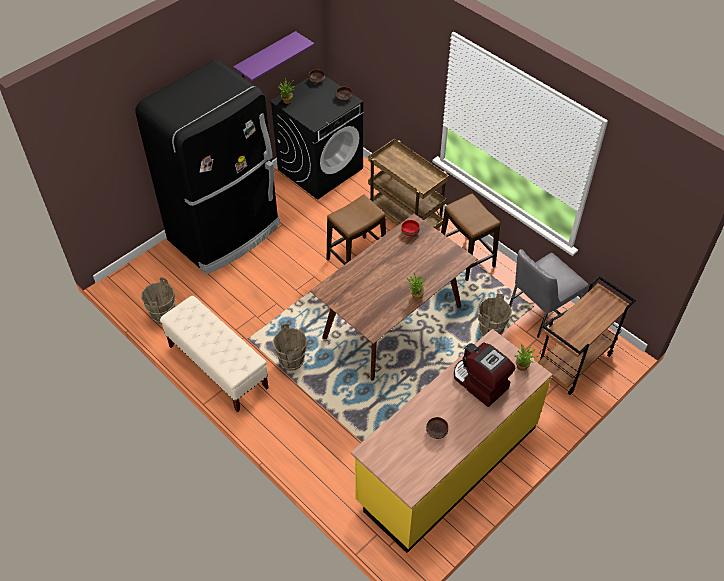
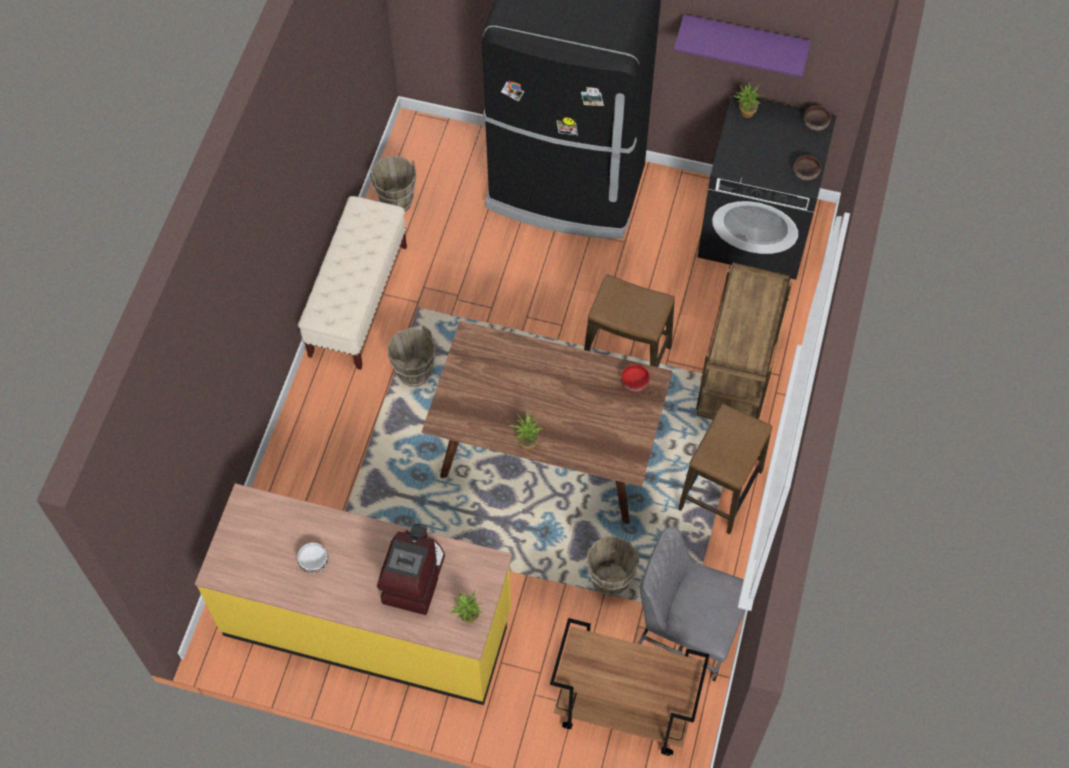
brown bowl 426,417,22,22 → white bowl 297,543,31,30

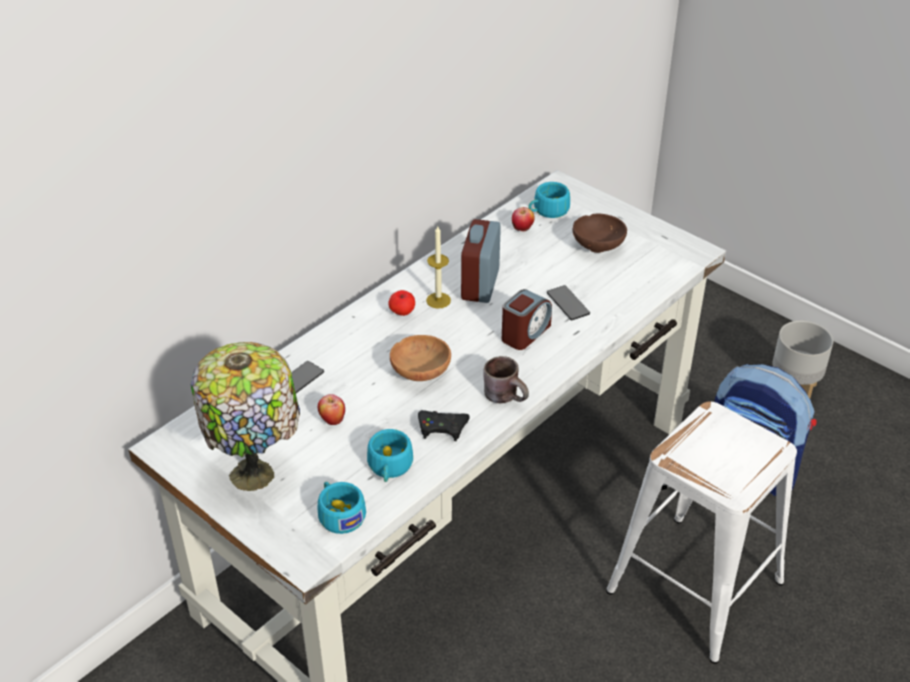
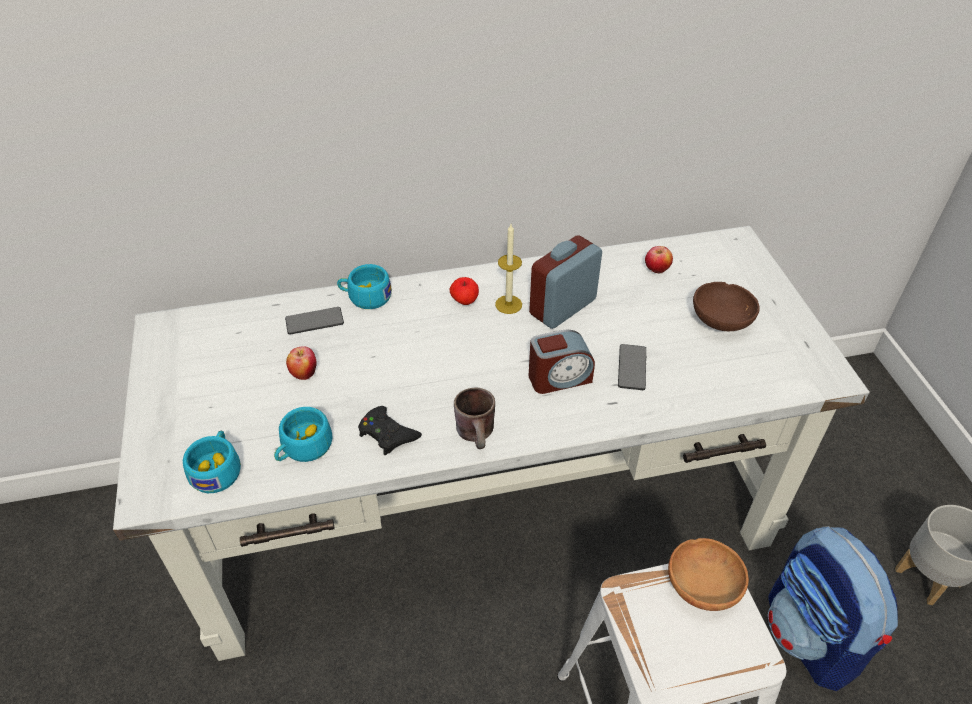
turquoise cup 528,182,42,36 → turquoise cup 337,264,55,45, shifted
brown bowl 390,335,61,46 → brown bowl 668,538,81,73, shifted
table lamp 191,342,109,149 → -

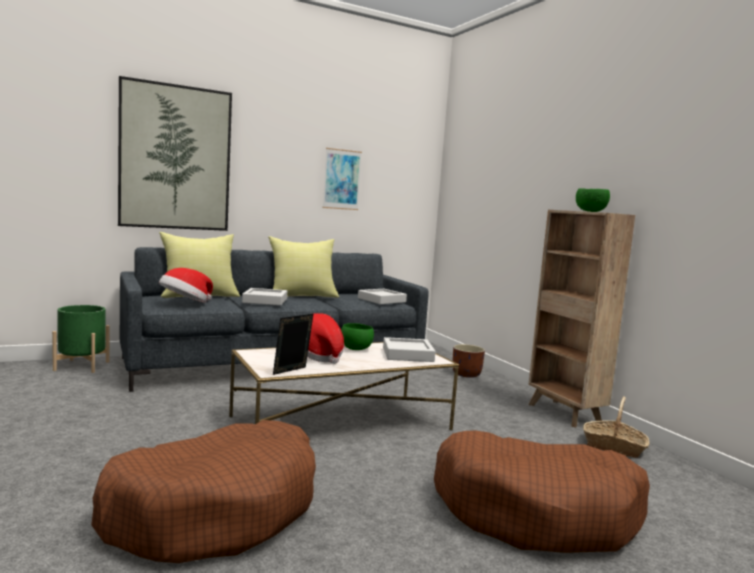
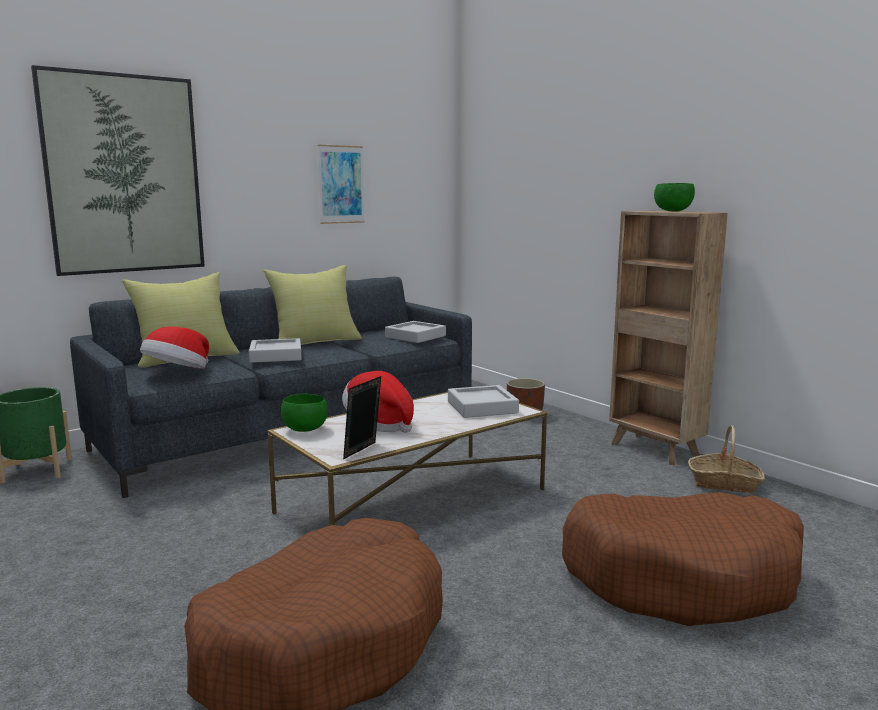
green bowl 341,323,33,27 → green bowl 281,394,47,38, shifted

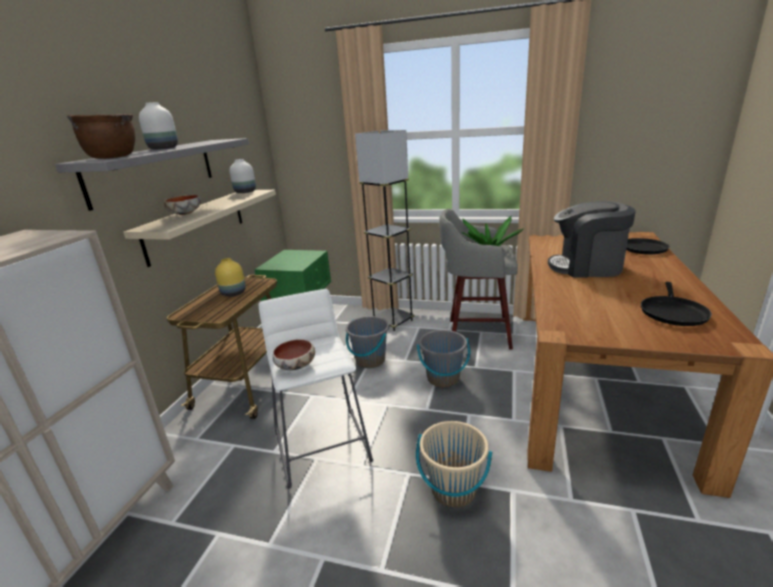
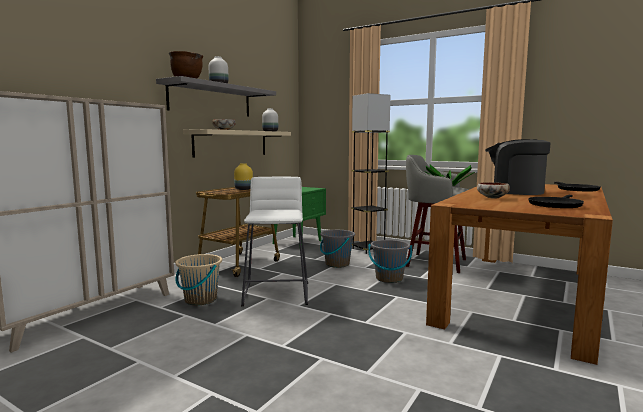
bowl 272,339,43,31 → bowl 477,182,33,17, shifted
beige bucket 416,421,76,87 → beige bucket 175,254,47,52, shifted

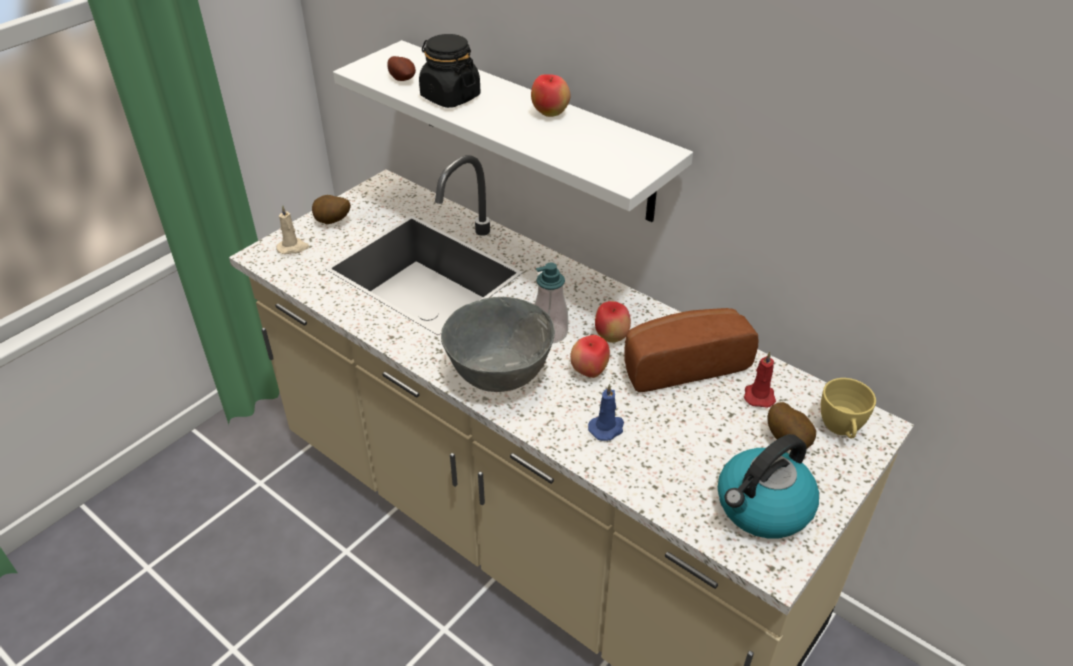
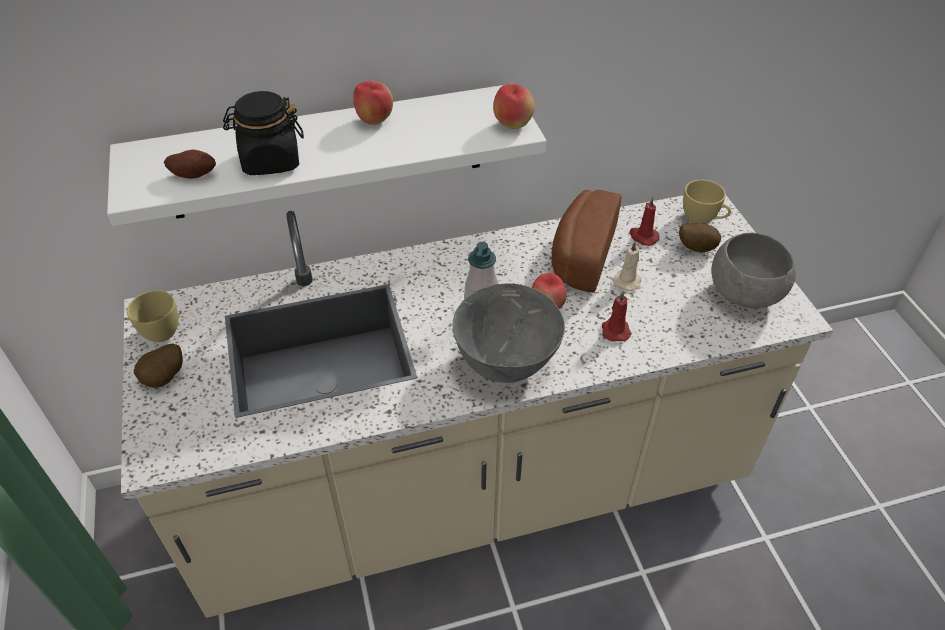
beige candle 276,205,33,49 → beige candle 612,241,30,50, shifted
apple 595,301,36,42 → apple 493,84,42,45, shifted
blue candle 588,384,36,57 → red candle 602,291,30,51
kettle 717,434,102,104 → grey bowl 711,233,85,75
- → yellow cup 127,290,51,52

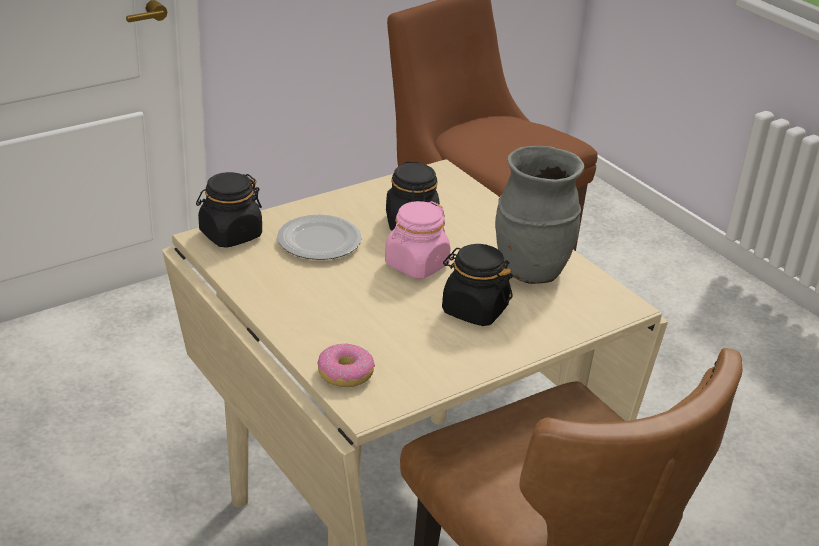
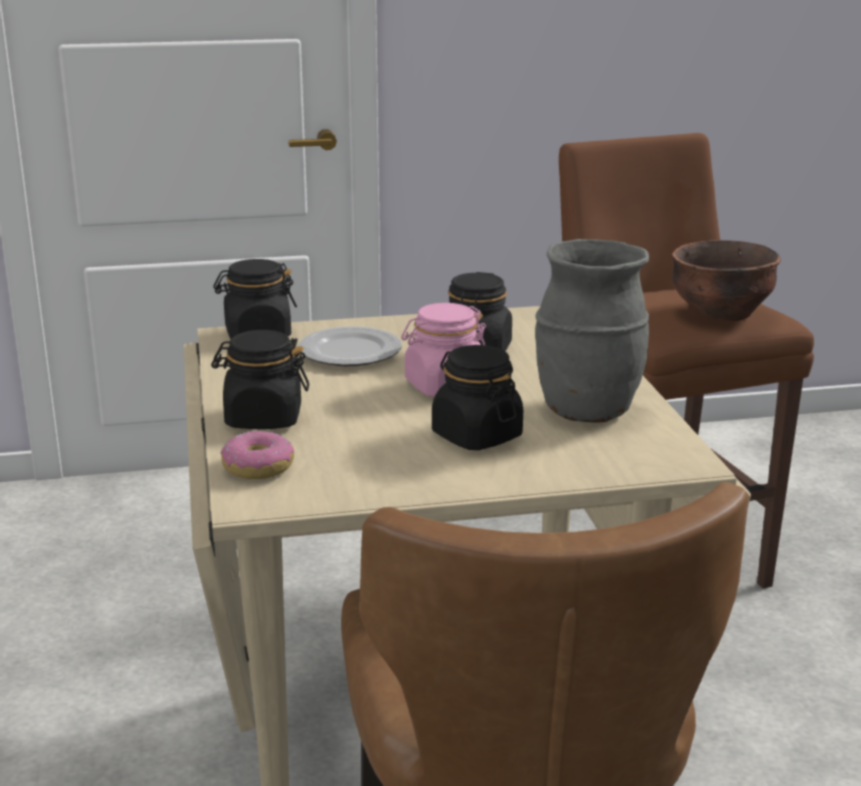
- → brown bowl 672,240,109,81
- → black jar 211,330,98,99

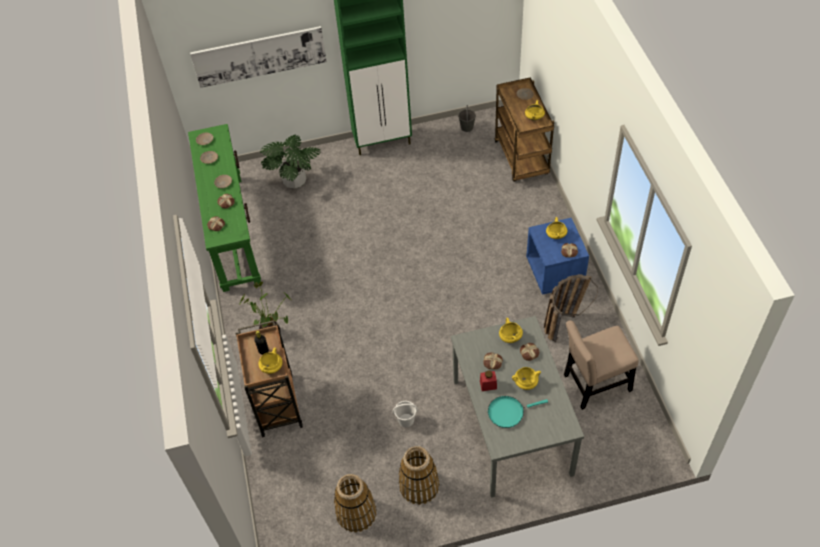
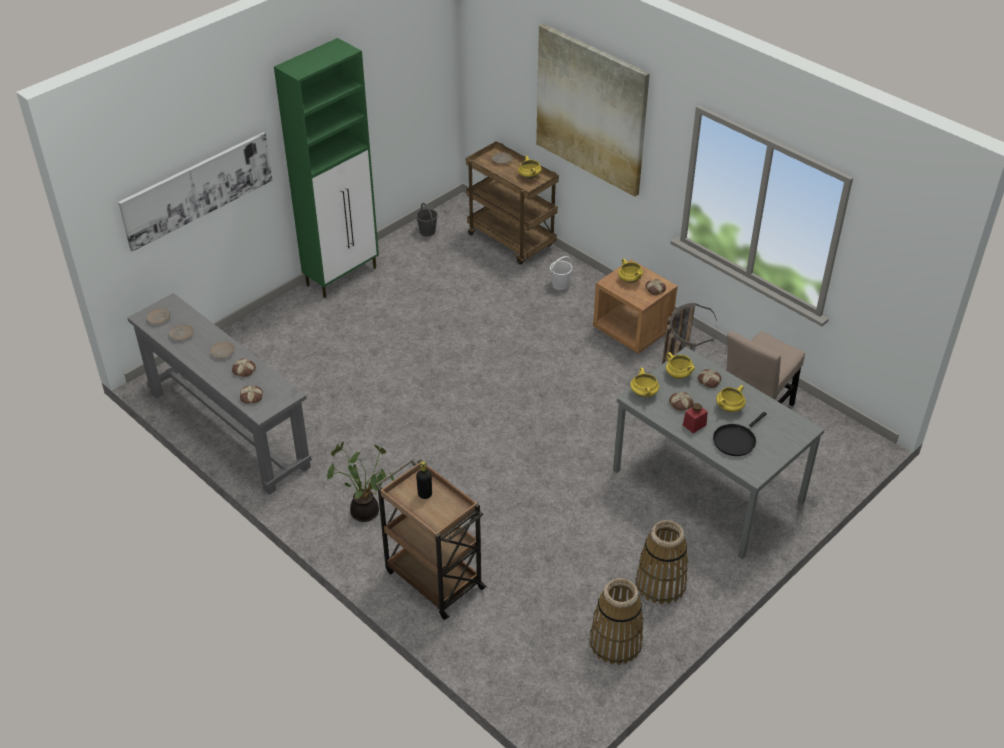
green console table 188,124,73,168 → grey console table 127,293,185,202
potted plant 260,135,61,53 → -
blue nightstand 526,218,63,77 → brown nightstand 593,260,85,94
yellow cooking pot 258,348,25,26 → yellow cooking pot 630,368,29,30, shifted
turquoise frying pan 488,396,60,32 → black frying pan 713,412,54,44
white bucket 392,401,26,27 → white bucket 550,256,23,34, shifted
- → picture 536,24,114,173

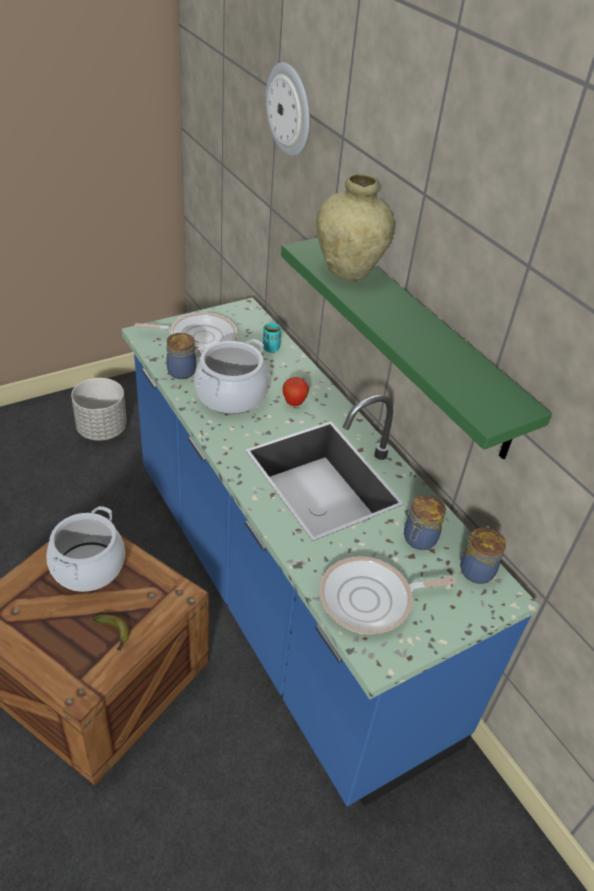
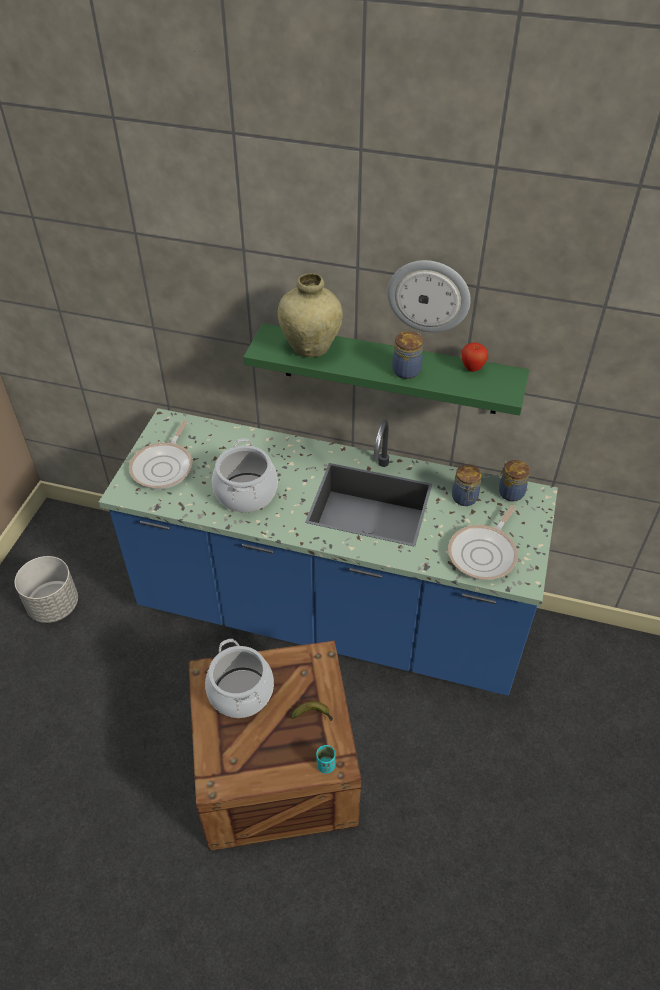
wall clock 265,62,45,95 → wall clock 387,260,84,72, shifted
frying pan 135,312,102,42 → frying pan 129,421,64,68, 150 degrees clockwise
turquoise cup 263,323,18,30 → turquoise cup 316,745,20,29, shifted
jar 166,333,33,46 → jar 392,331,31,48, shifted
apple 283,377,26,29 → apple 461,342,27,30, shifted

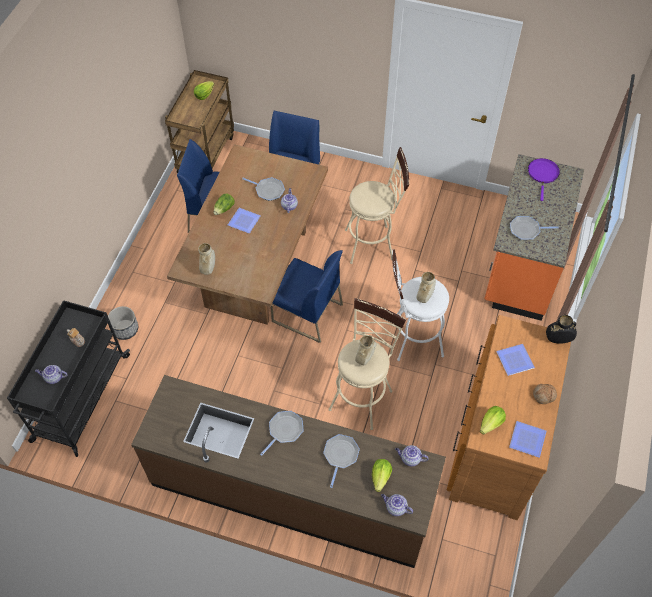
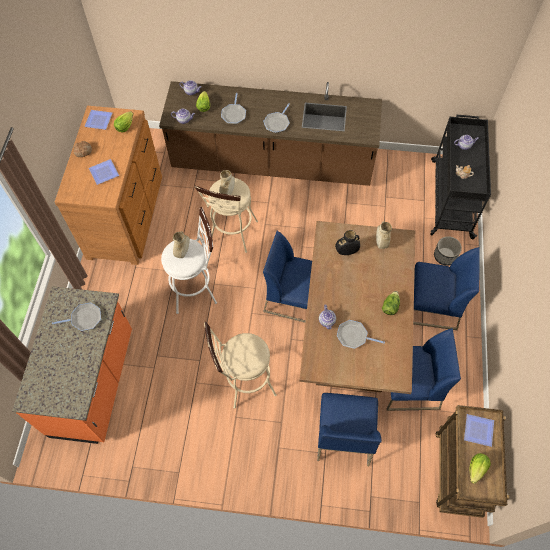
purple frying pan 528,158,32,43 → -
plate 228,208,33,25 → plate 464,414,30,33, shifted
black vase 546,315,31,29 → black vase 335,230,25,25, shifted
- → blue chair 413,247,67,83

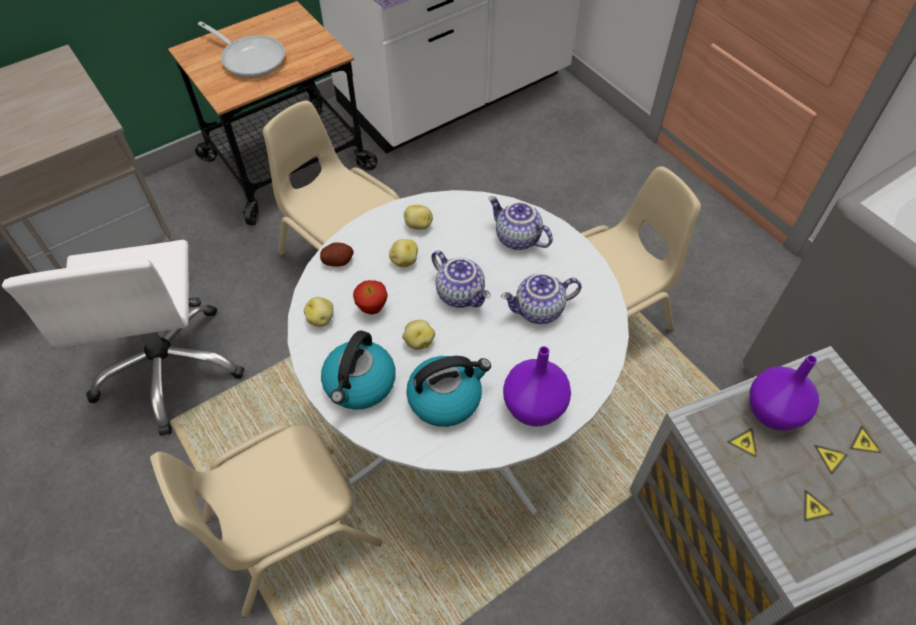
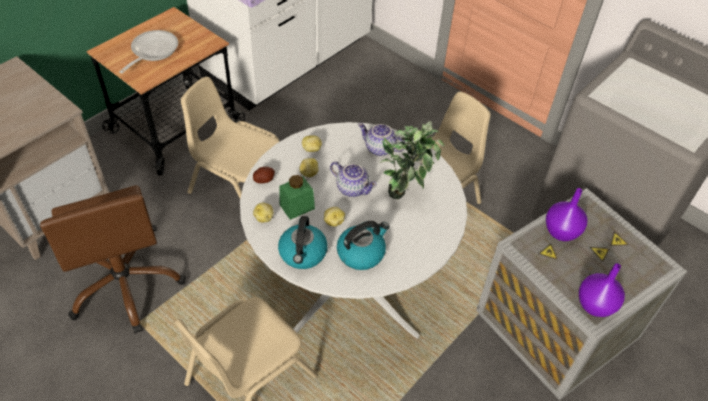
frying pan 198,22,87,56 → frying pan 119,30,59,43, 90 degrees counterclockwise
white office chair 2,240,242,196 → brown office chair 40,185,146,148
teapot 501,273,80,51 → potted plant 380,121,64,78
apple 353,280,35,34 → green jar 280,175,35,45
purple vase 503,346,68,80 → purple vase 579,263,46,54, shifted

